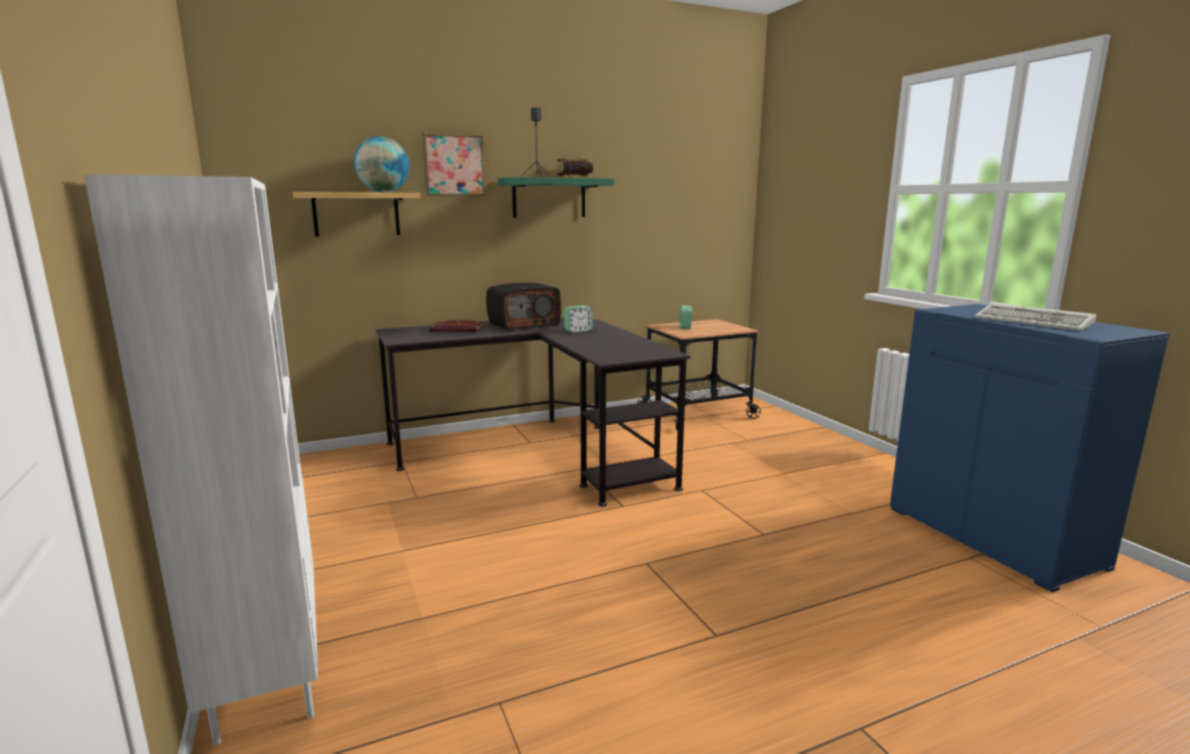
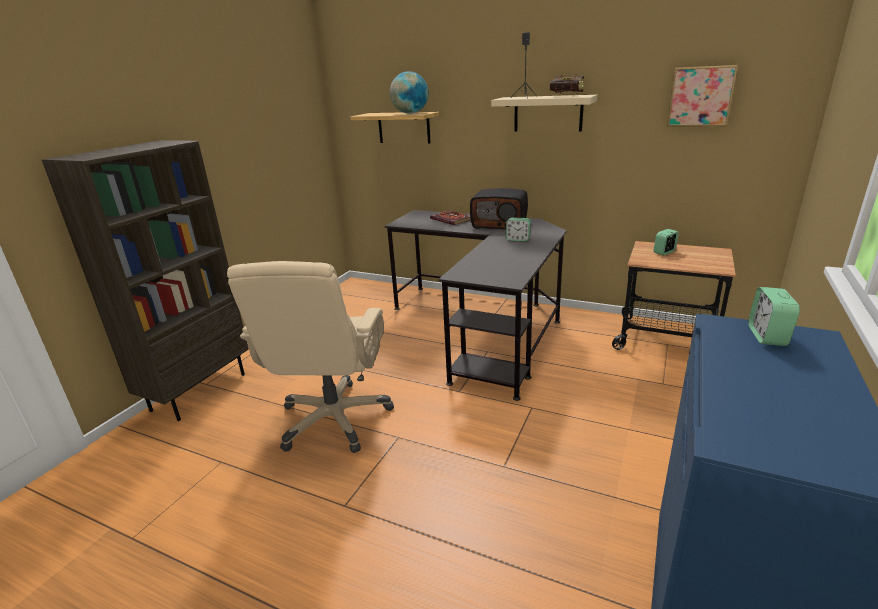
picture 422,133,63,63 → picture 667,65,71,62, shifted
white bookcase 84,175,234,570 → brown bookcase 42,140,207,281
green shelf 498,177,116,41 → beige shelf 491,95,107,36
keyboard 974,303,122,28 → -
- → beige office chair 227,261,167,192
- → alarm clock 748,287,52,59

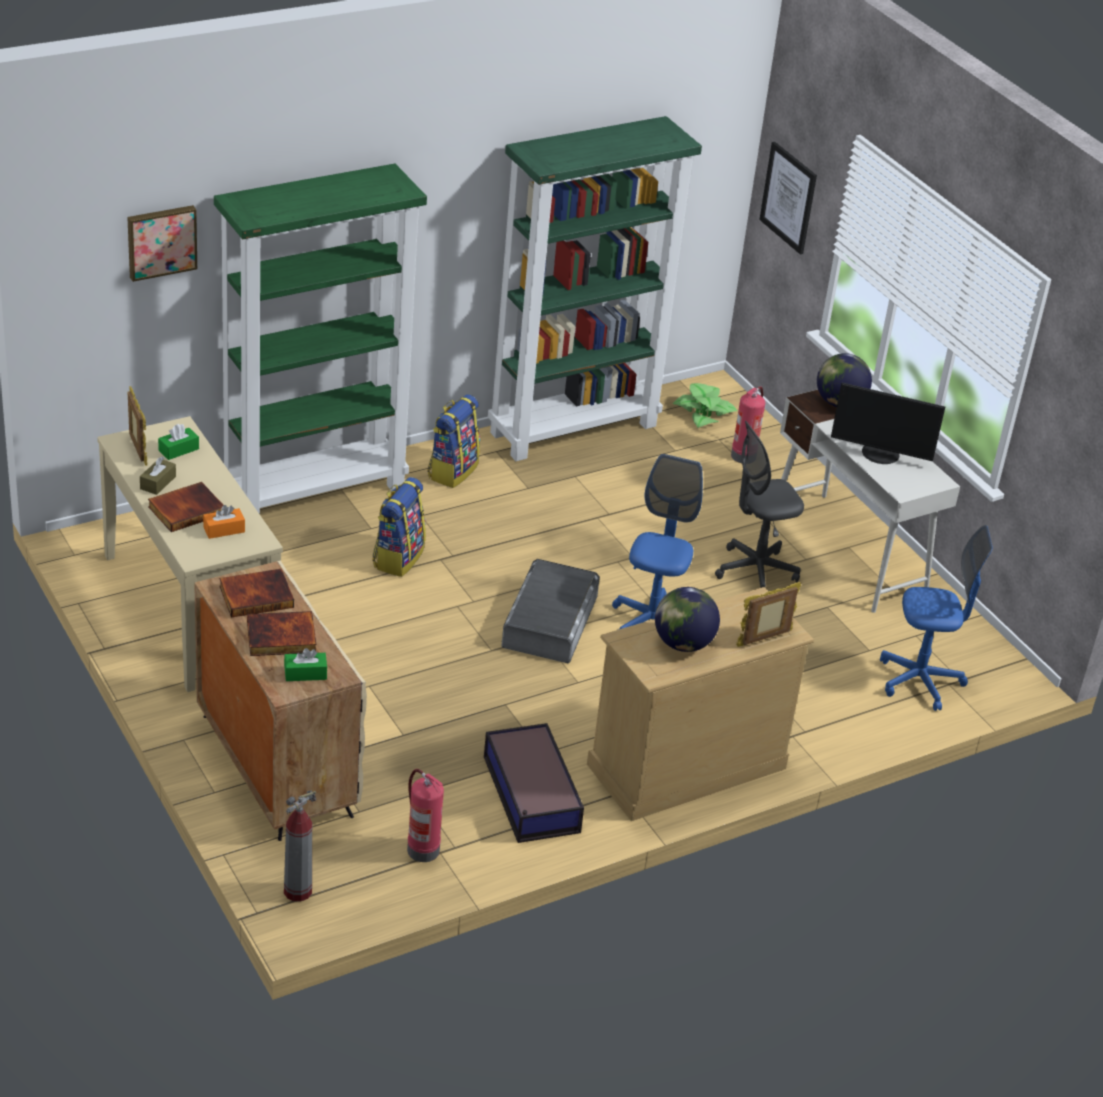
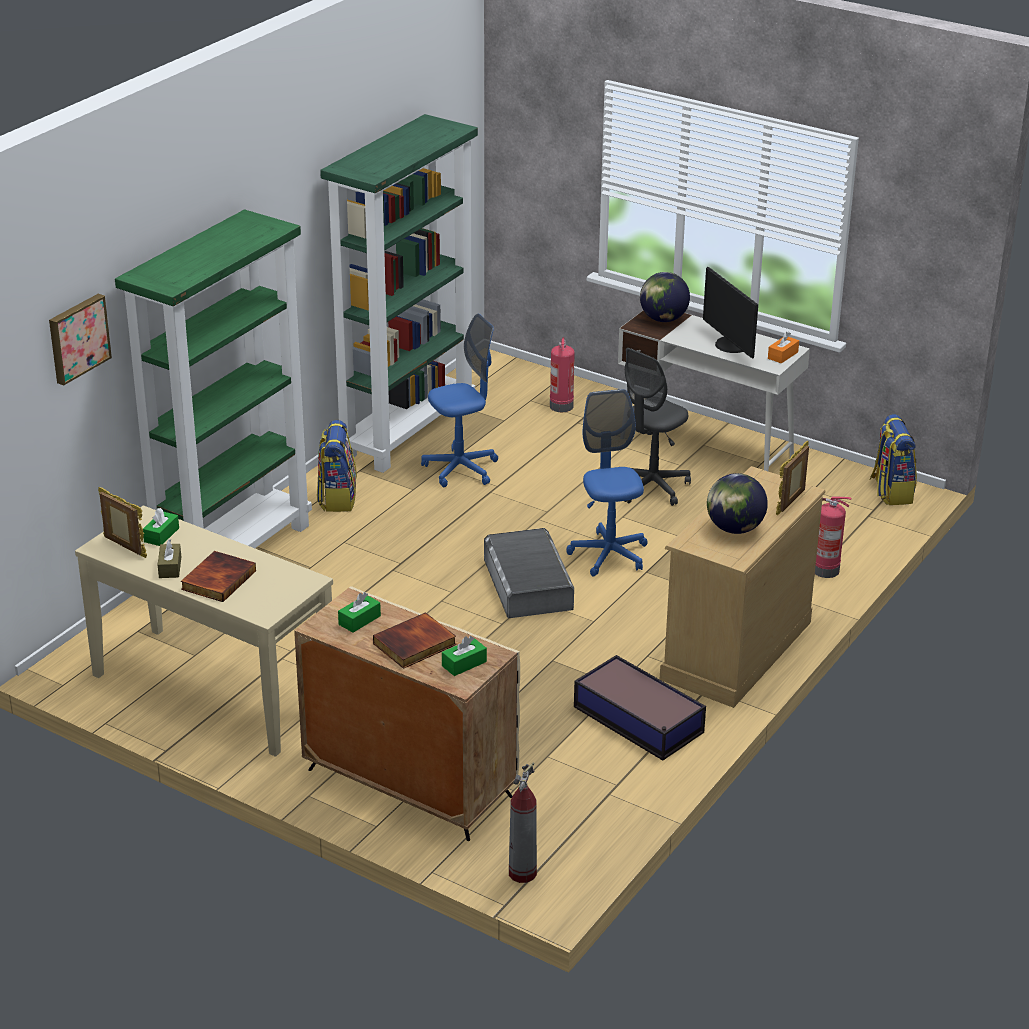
picture 759,142,58,112 → -
potted plant 672,383,65,45 → -
monitor 831,383,114,81 → monitor 703,267,55,92, 75 degrees clockwise
backpack 372,477,54,100 → backpack 870,414,47,91, shifted
orange tissue box 203,505,42,34 → orange tissue box 768,332,31,32, shifted
blue office chair 880,525,113,186 → blue office chair 421,314,77,173, shifted
book 219,569,75,49 → green tissue box 338,592,43,41
fire extinguisher 407,769,37,93 → fire extinguisher 815,496,37,82, shifted

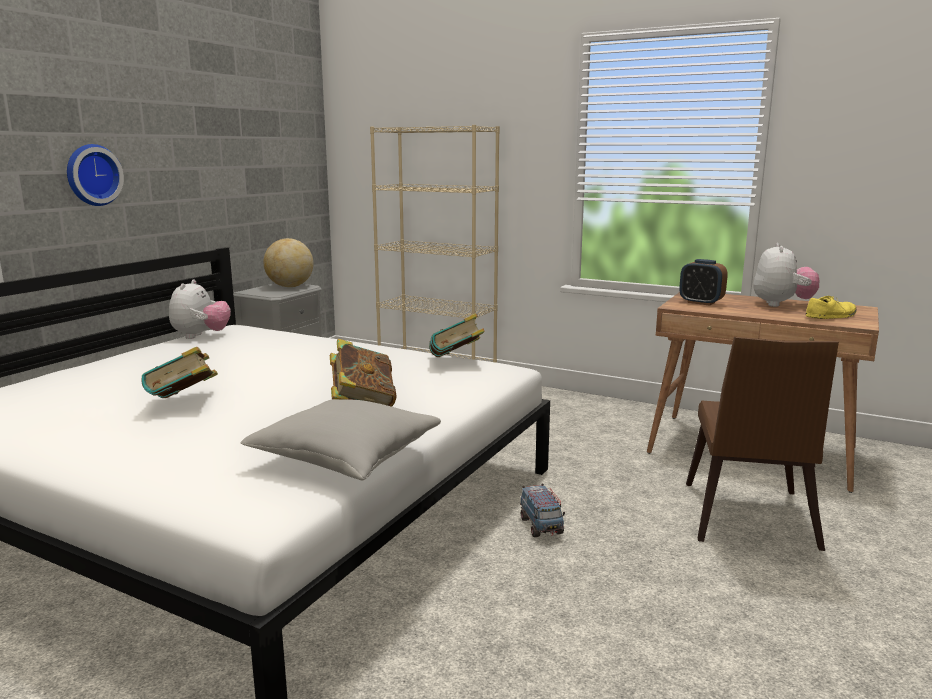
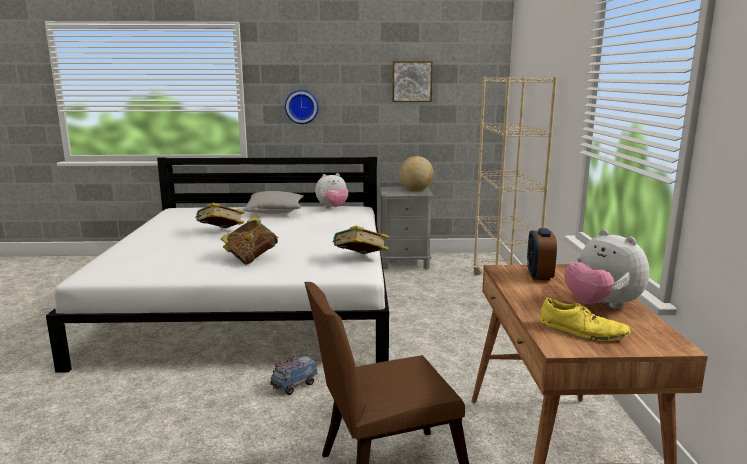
plush toy 753,243,66,64 → plush toy 564,229,86,80, 75 degrees clockwise
grey pillow 240,399,201,81 → grey pillow 243,191,61,23, shifted
- → picture 392,61,41,41

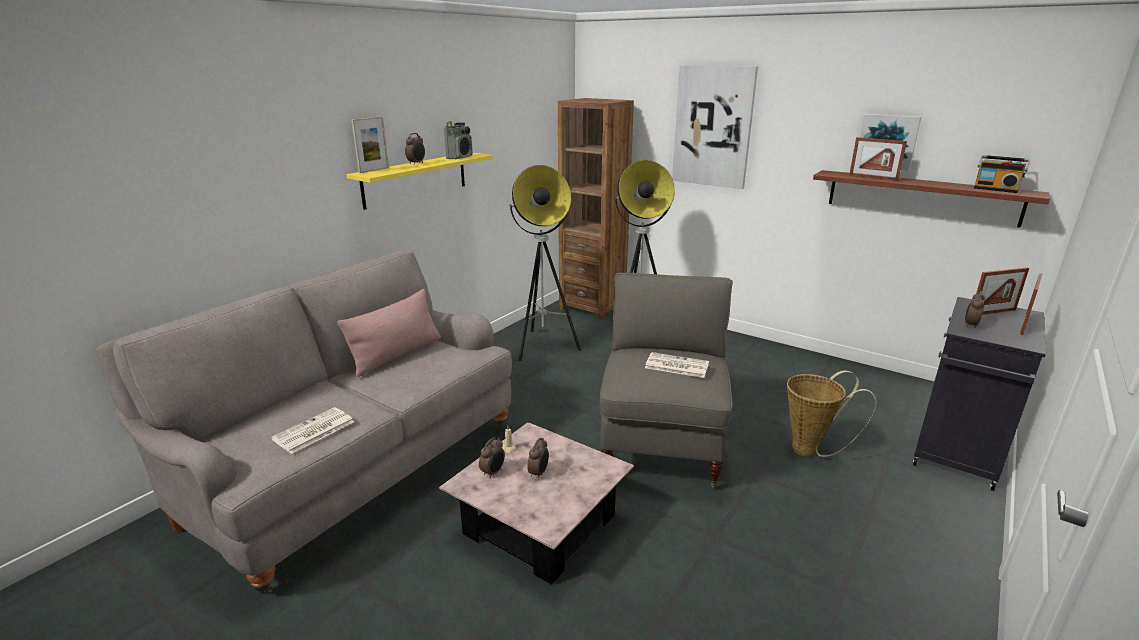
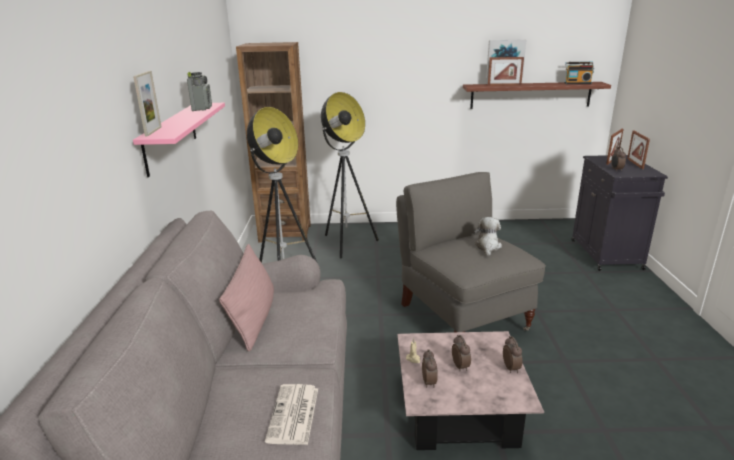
picture 672,65,86,124 → -
alarm clock 405,133,20,32 → alarm clock 503,336,20,37, shifted
yellow shelf 346,153,147,57 → pink shelf 133,103,92,74
newspaper 645,352,64,26 → plush toy 474,217,28,39
basket 787,370,90,87 → -

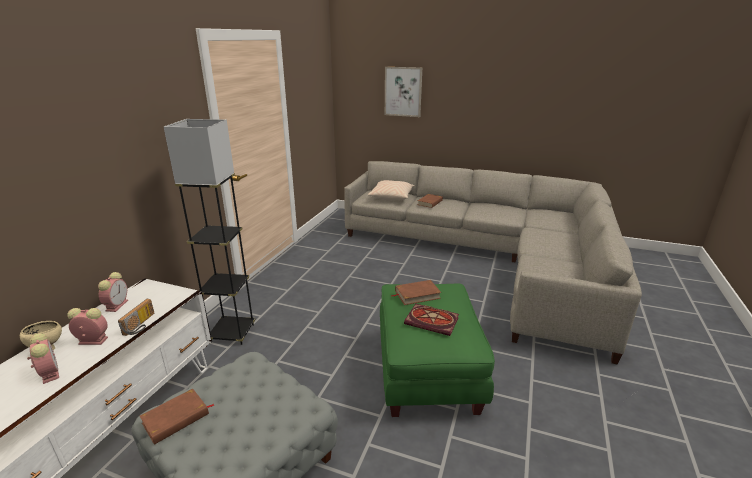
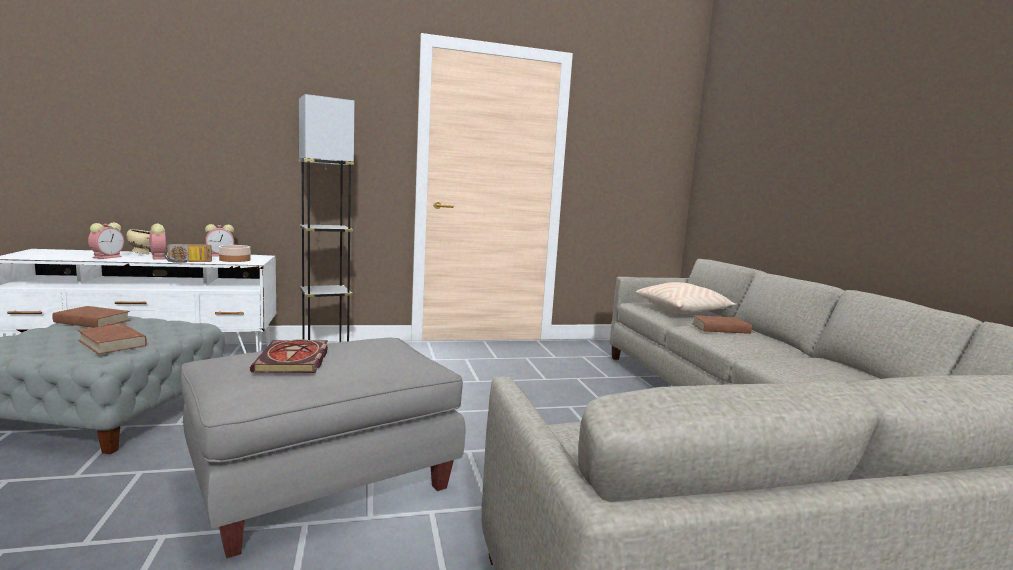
picture 385,67,37,50 → -
brown book 391,280,50,25 → brown book 77,324,70,30, shifted
green ottoman 380,283,115,134 → grey ottoman 181,337,284,221
- → bowl 219,245,32,17

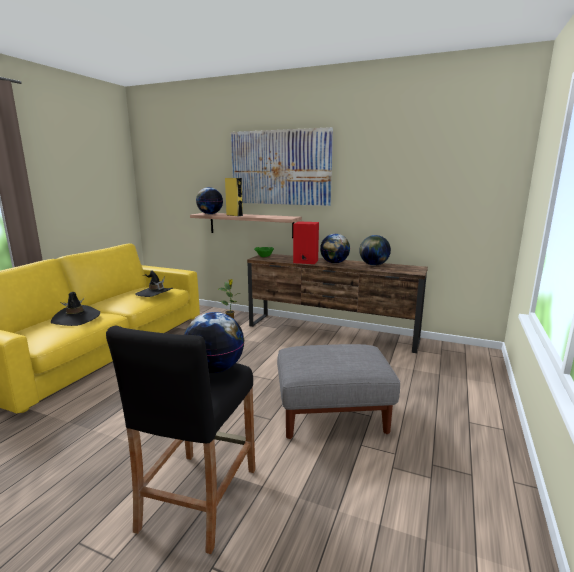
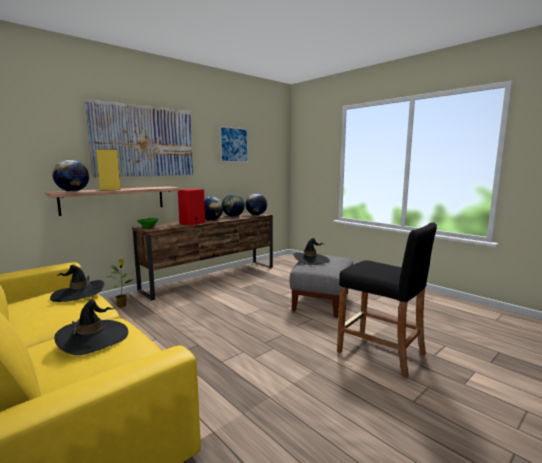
globe 184,312,61,61 → globe 245,193,22,22, shifted
- → picture 220,126,28,36
- → black hat 293,238,37,27

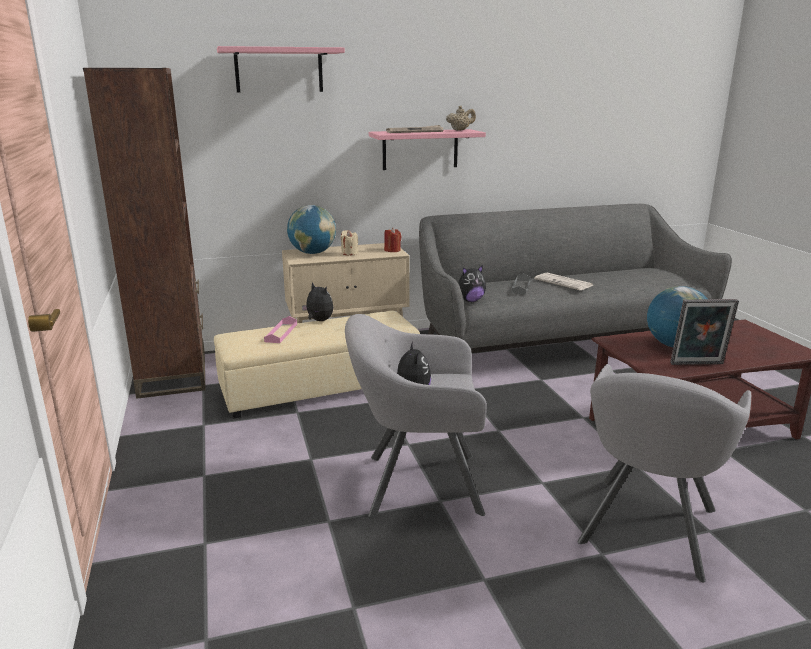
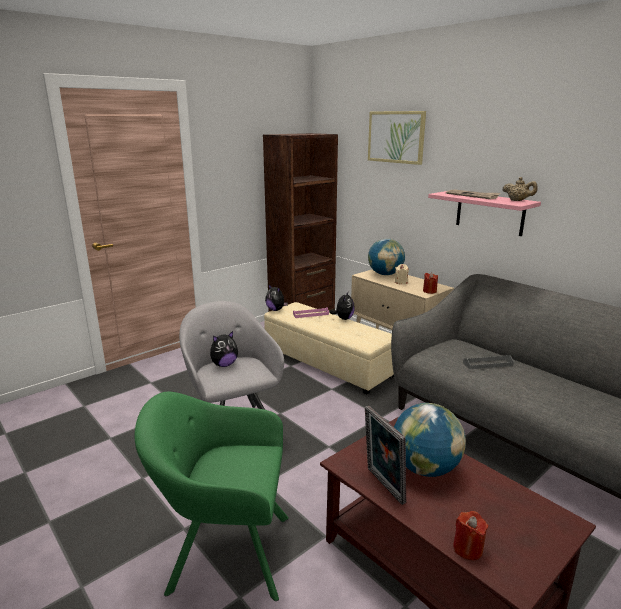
pink shelf 217,46,128,46 → picture 368,111,58,54
plush toy 458,265,28,37 → plush toy 265,285,23,26, shifted
newspaper 534,273,59,17 → -
grey armchair 577,364,174,218 → green armchair 134,392,155,209
- → red candle 453,511,35,49

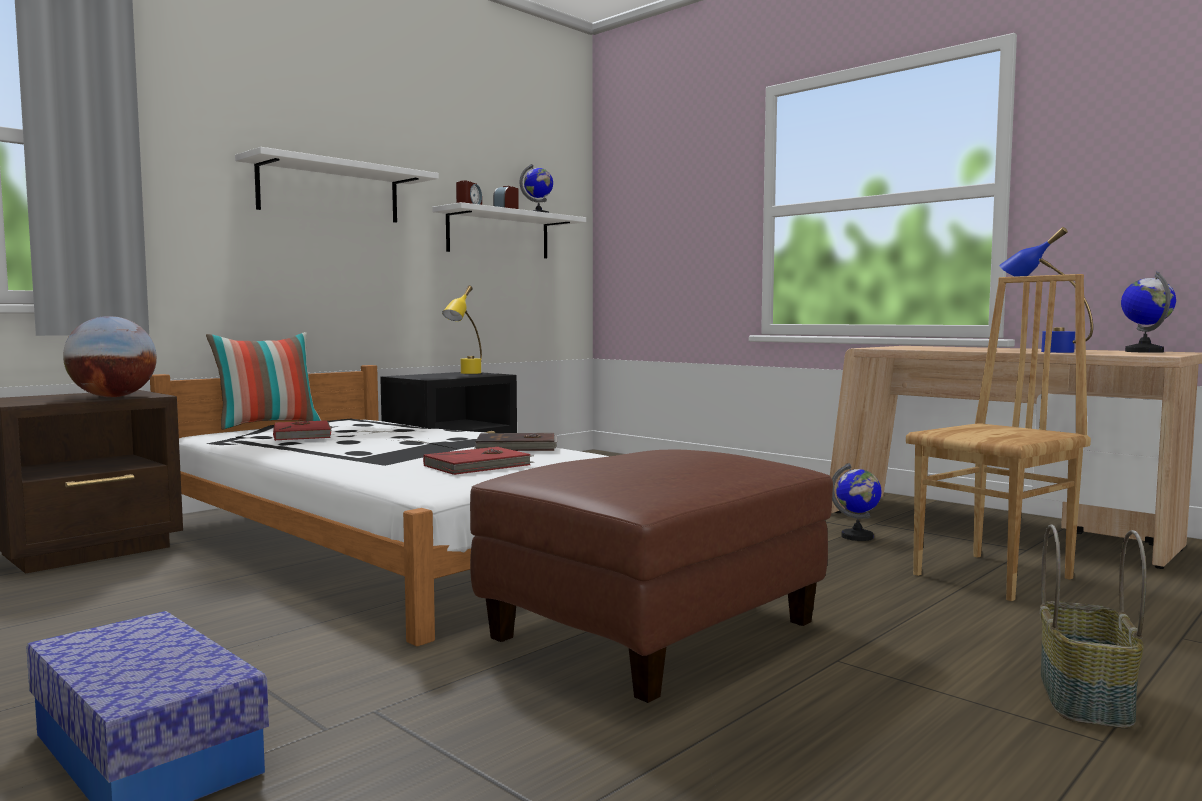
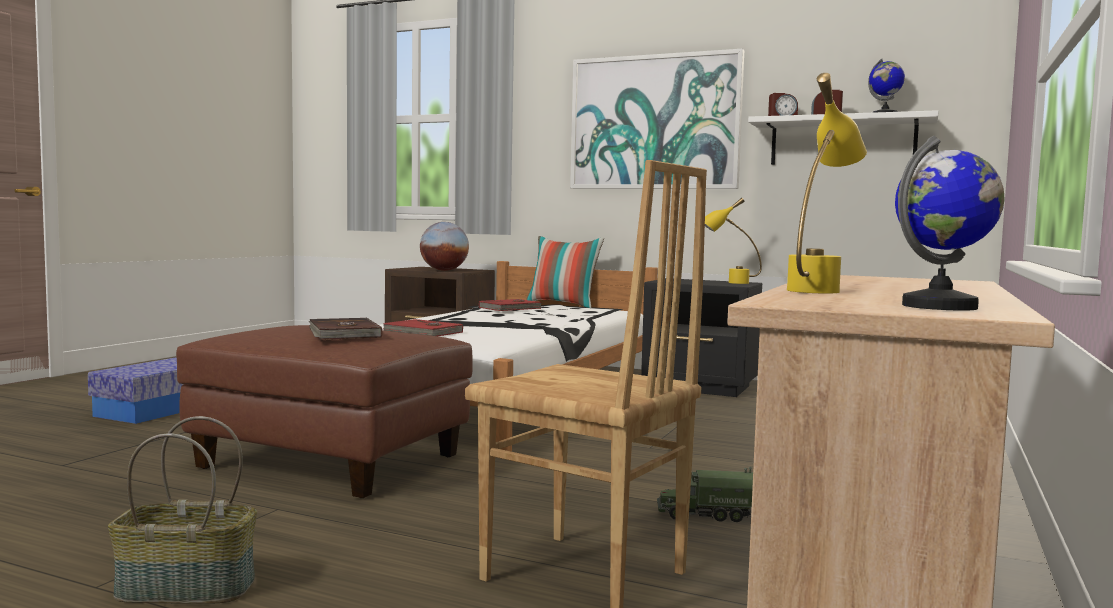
white shelf 235,147,204,76 → picture 570,49,174,140
blue table lamp 999,227,94,126 → yellow table lamp 787,73,80,221
brown book 474,433,84,18 → brown book 309,318,74,22, shifted
globe 832,463,50,78 → toy truck 657,467,96,55

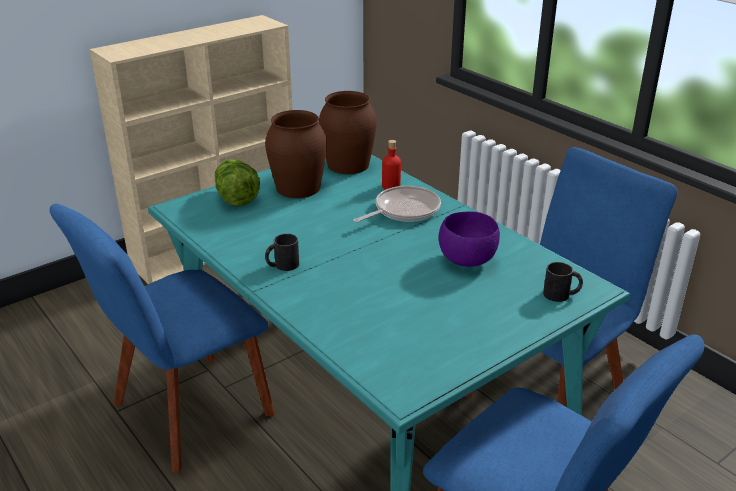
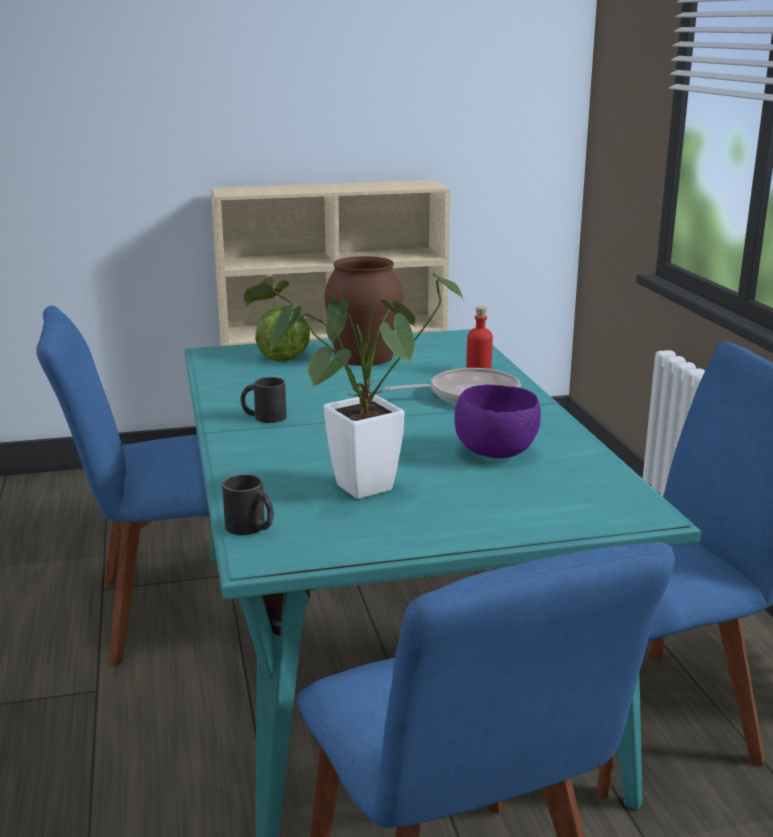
brown vase 319,91,58,83 → -
black mug 543,262,40,40 → black mug 222,474,52,61, shifted
- → potted plant 243,272,222,227

